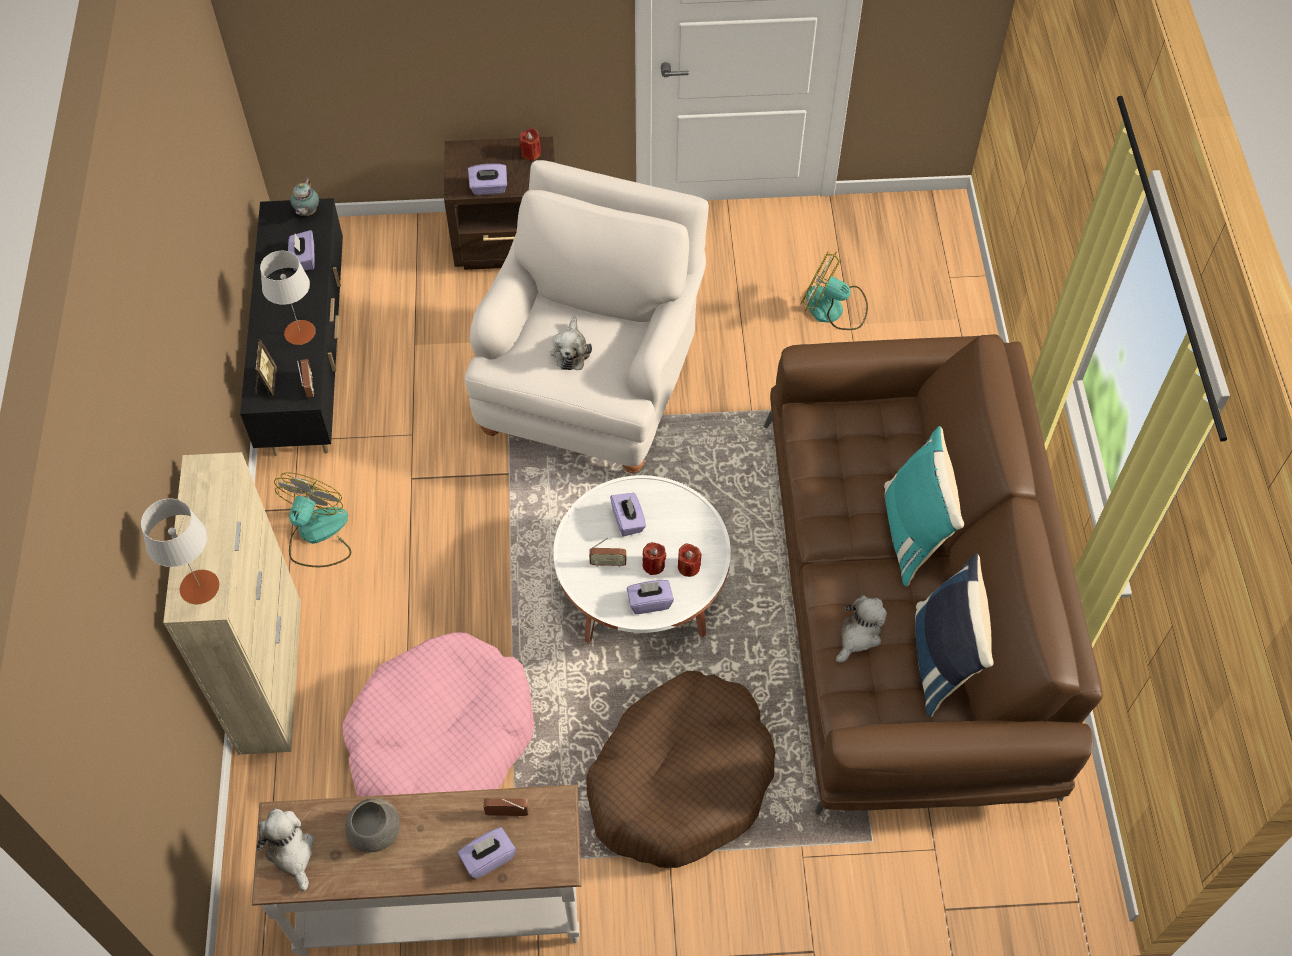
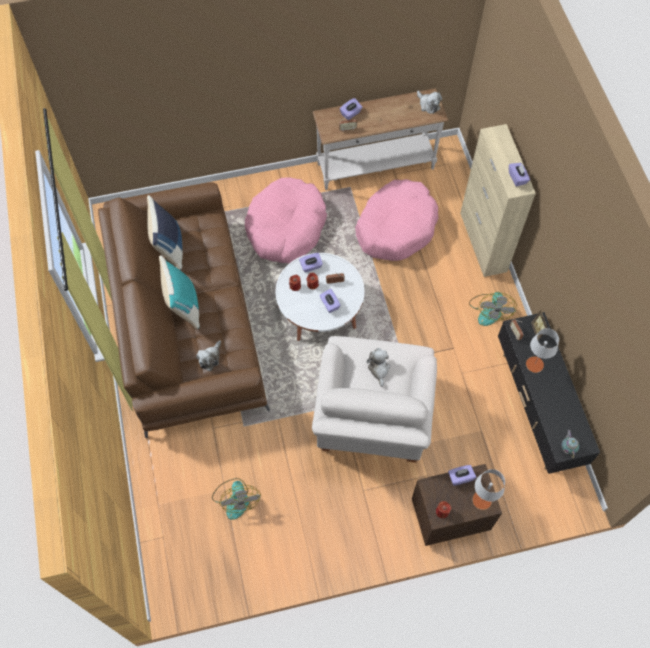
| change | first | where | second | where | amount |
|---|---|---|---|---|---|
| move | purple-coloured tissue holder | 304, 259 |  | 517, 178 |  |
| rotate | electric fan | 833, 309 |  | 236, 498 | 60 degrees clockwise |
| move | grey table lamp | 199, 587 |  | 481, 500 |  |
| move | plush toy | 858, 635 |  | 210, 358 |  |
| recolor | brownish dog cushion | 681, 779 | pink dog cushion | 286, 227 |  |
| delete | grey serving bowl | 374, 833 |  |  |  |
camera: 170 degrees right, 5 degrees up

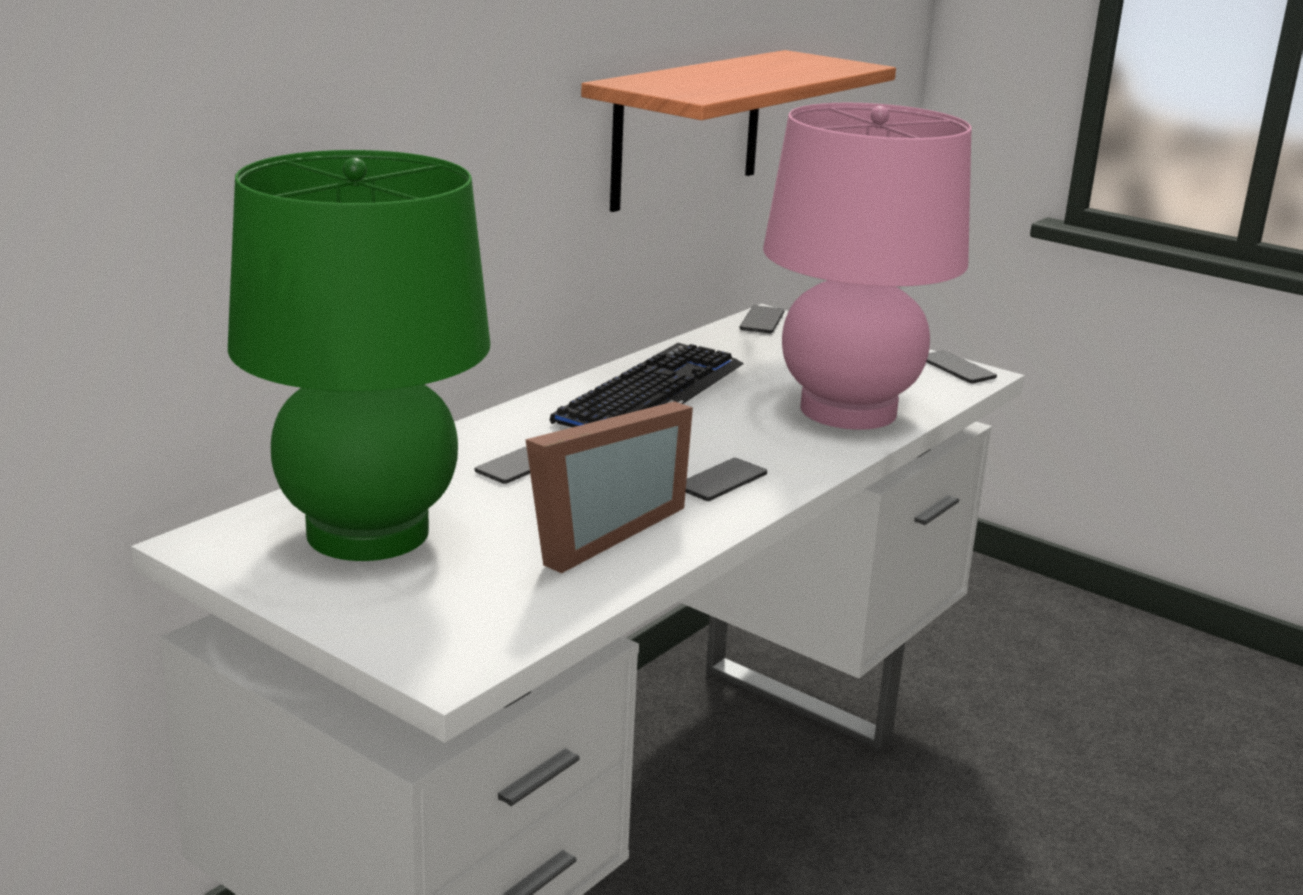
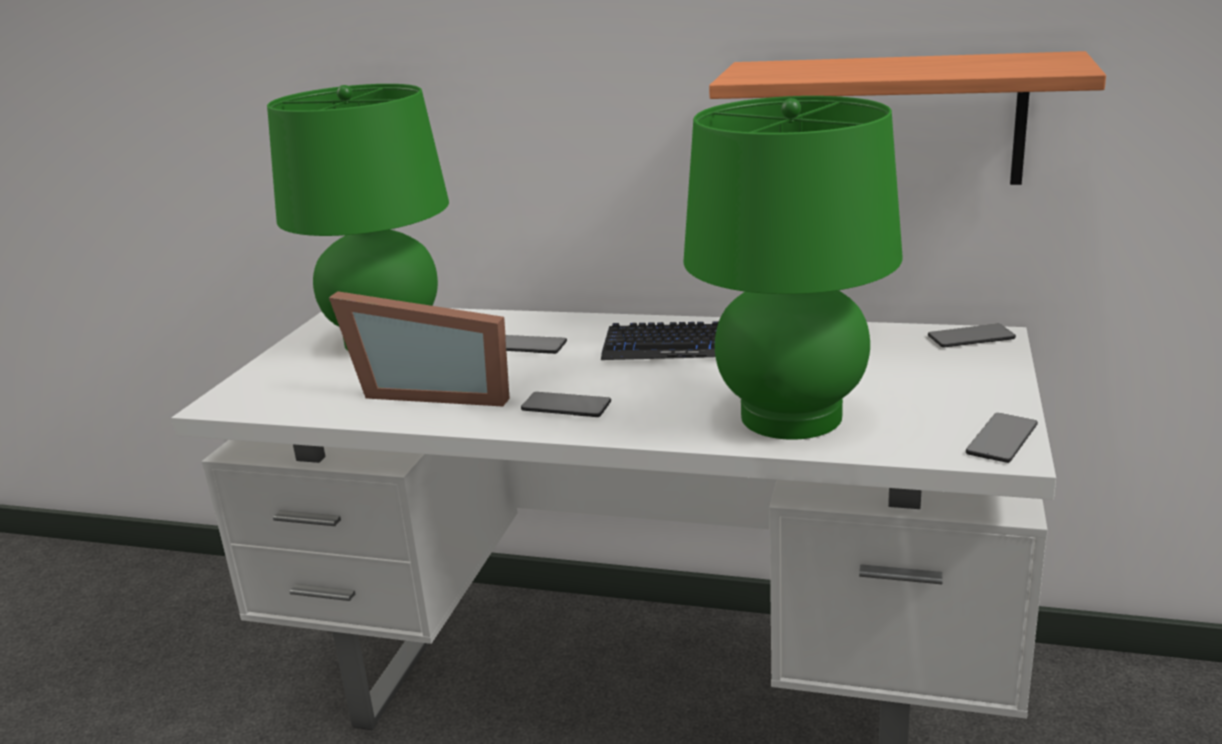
| change | first | where | second | where | amount |
|---|---|---|---|---|---|
| recolor | pink table lamp | 848, 411 | greenish table lamp | 791, 416 |  |
camera: 70 degrees right, 0 degrees up

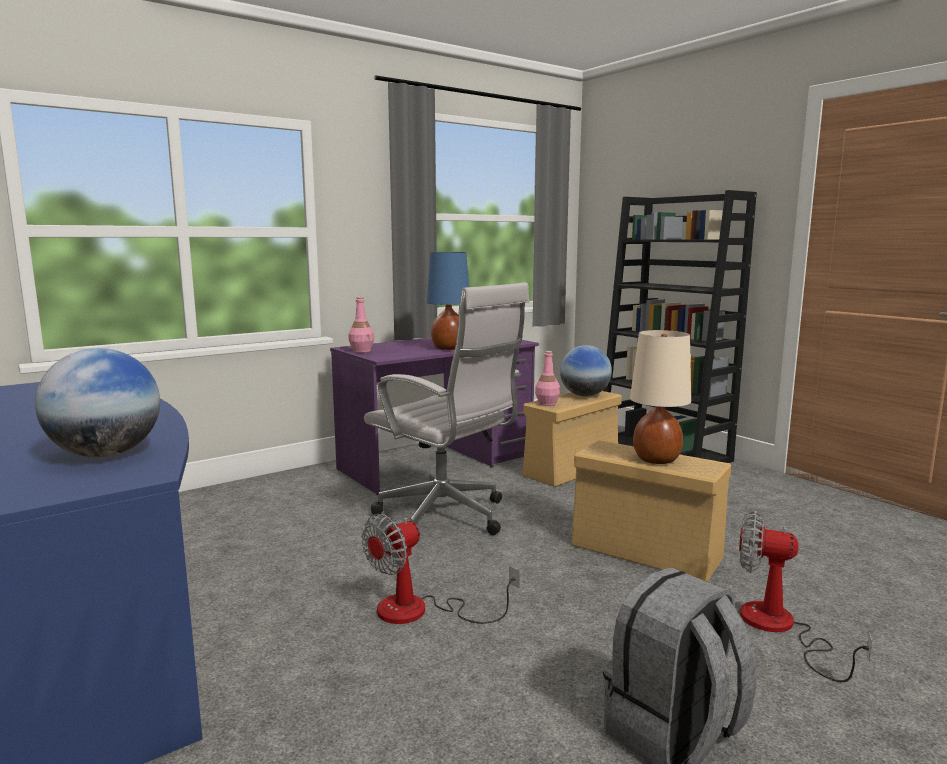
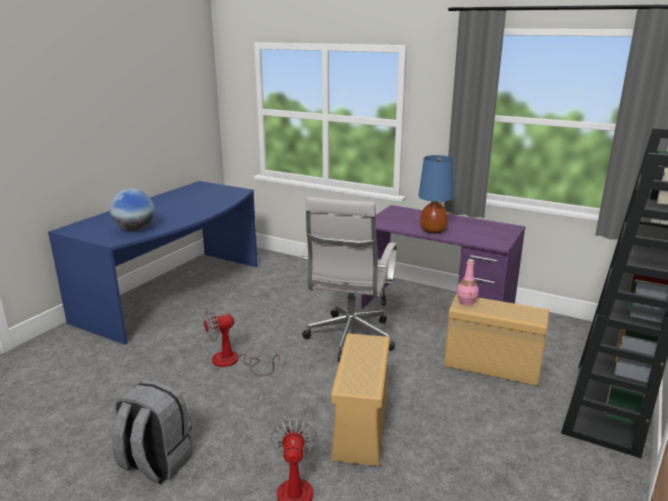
| change | first | where | second | where | amount |
|---|---|---|---|---|---|
| delete | pink beverage bottle | 362, 351 |  |  |  |
| delete | sand-coloured table lamp | 657, 460 |  |  |  |
| delete | desk globe | 584, 395 |  |  |  |
| rotate | electric fan | 420, 611 |  | 233, 362 | 45 degrees counterclockwise |
camera: 65 degrees right, 10 degrees up

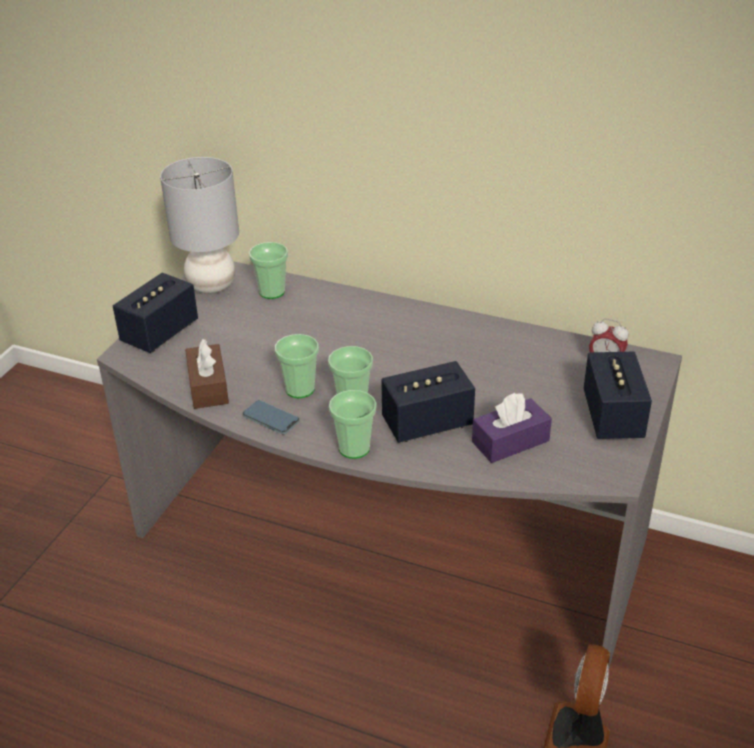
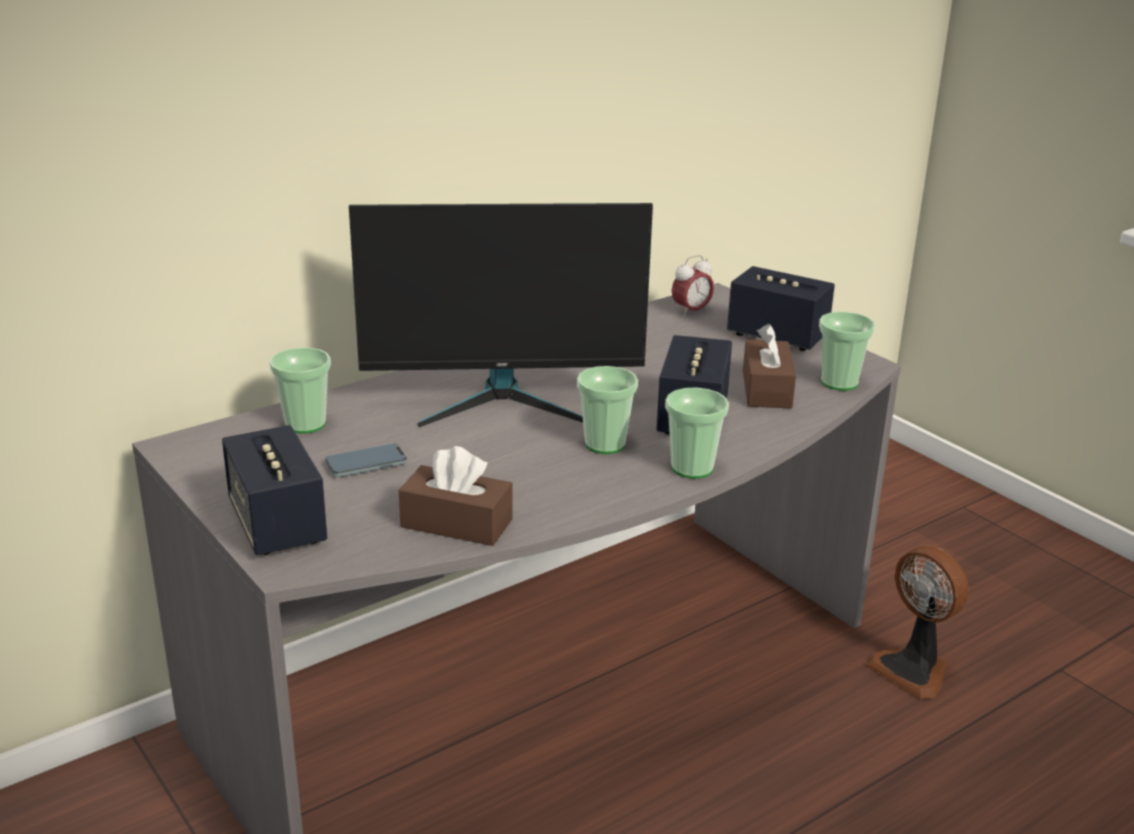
| change | first | where | second | where | amount |
|---|---|---|---|---|---|
| delete | grey table lamp | 210, 285 |  |  |  |
| move | cup | 300, 389 |  | 839, 382 |  |
| recolor | purple-coloured tissue holder | 510, 441 | brownish tissue holder | 766, 389 |  |
| move | telephone | 271, 419 |  | 366, 464 |  |
| insert |  |  | computer screen | 503, 401 |  |
camera: 60 degrees left, 10 degrees down

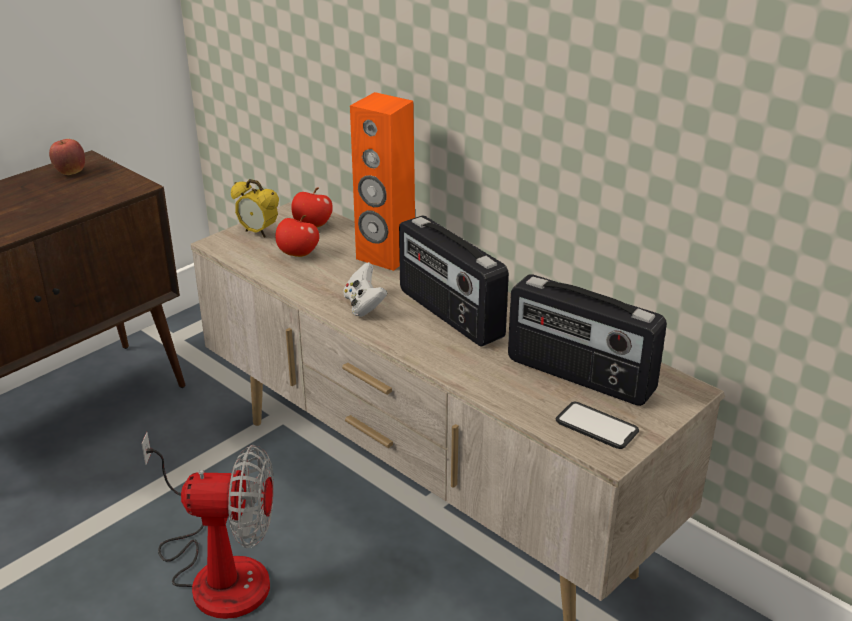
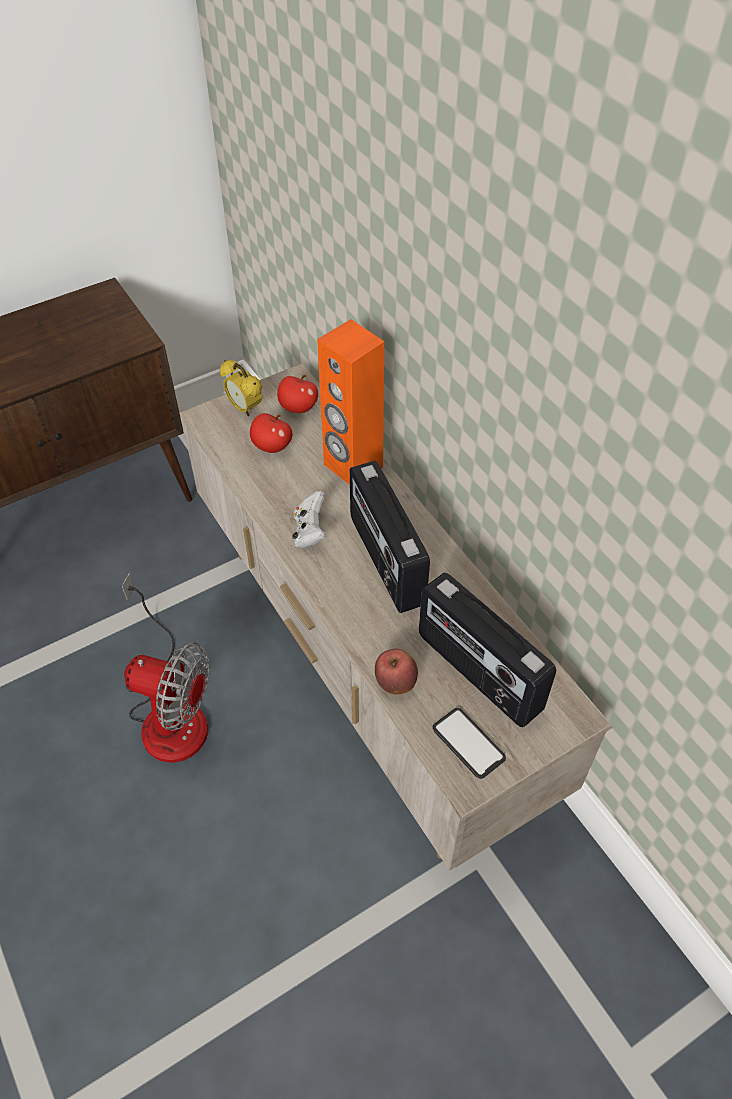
| change | first | where | second | where | amount |
|---|---|---|---|---|---|
| move | apple | 70, 173 |  | 395, 683 |  |
camera: 15 degrees right, 20 degrees up

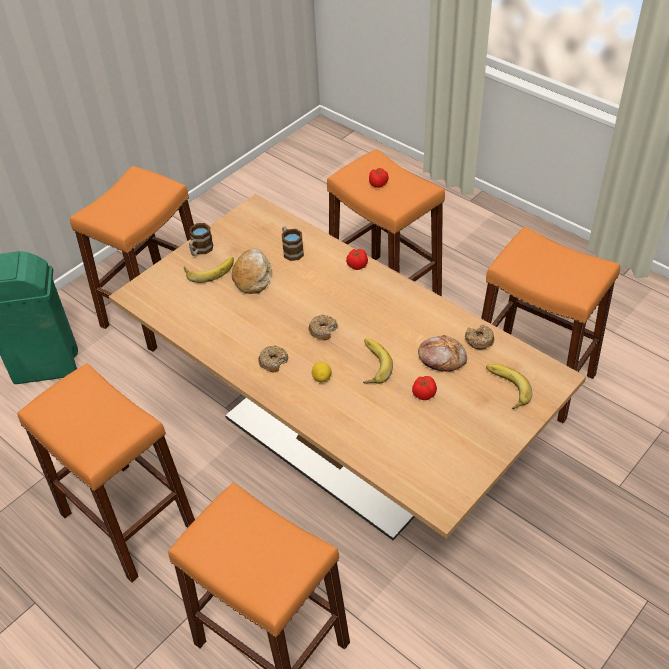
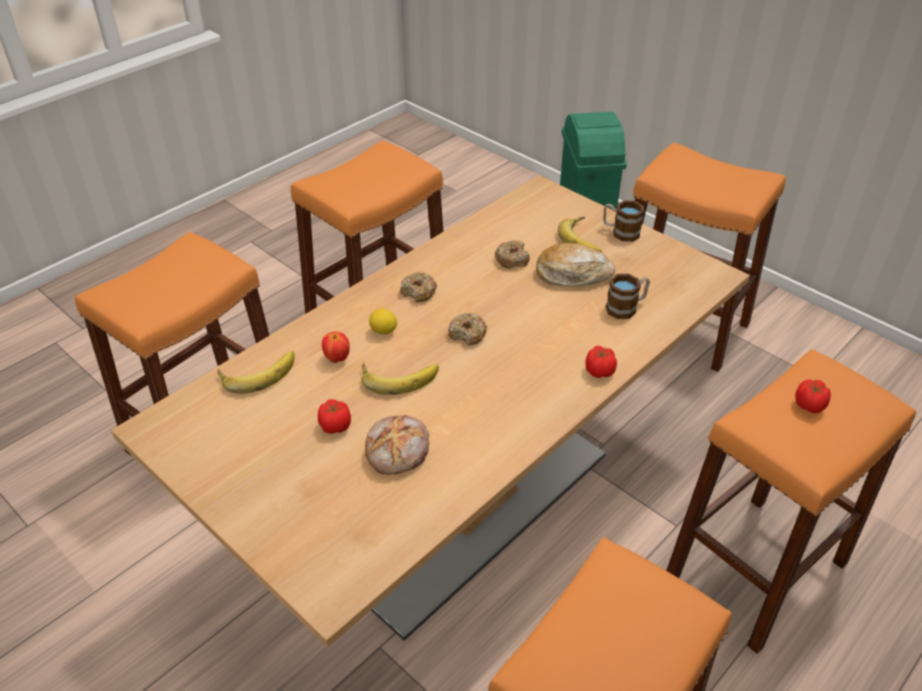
| change | first | where | second | where | amount |
|---|---|---|---|---|---|
| move | donut | 479, 340 |  | 512, 259 |  |
| move | whole banana | 505, 388 |  | 258, 373 |  |
| insert |  |  | apple | 337, 358 |  |
camera: 90 degrees right, 5 degrees down

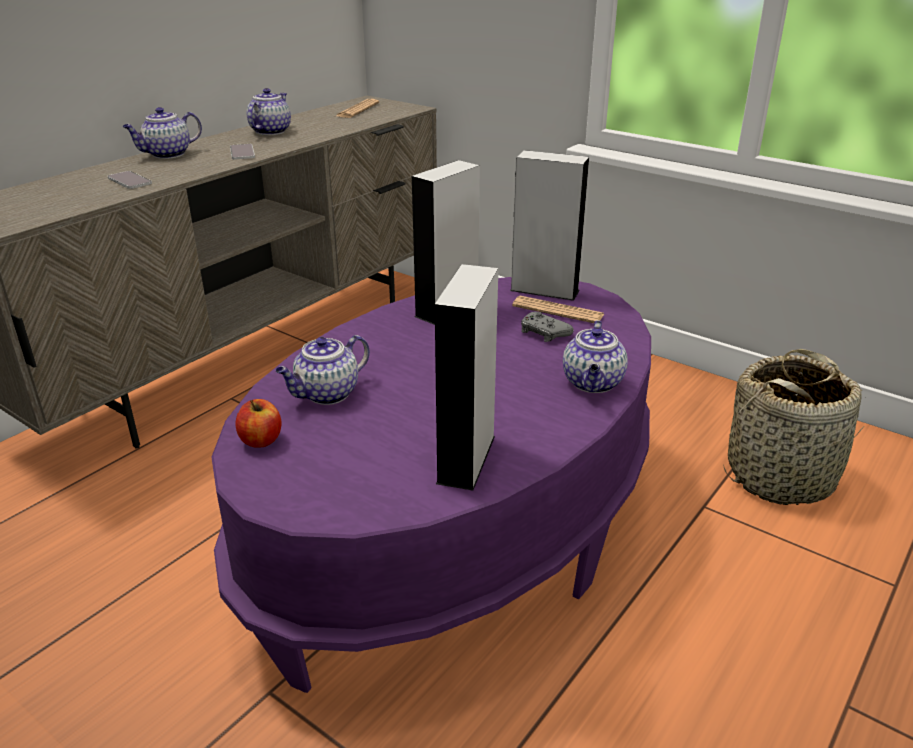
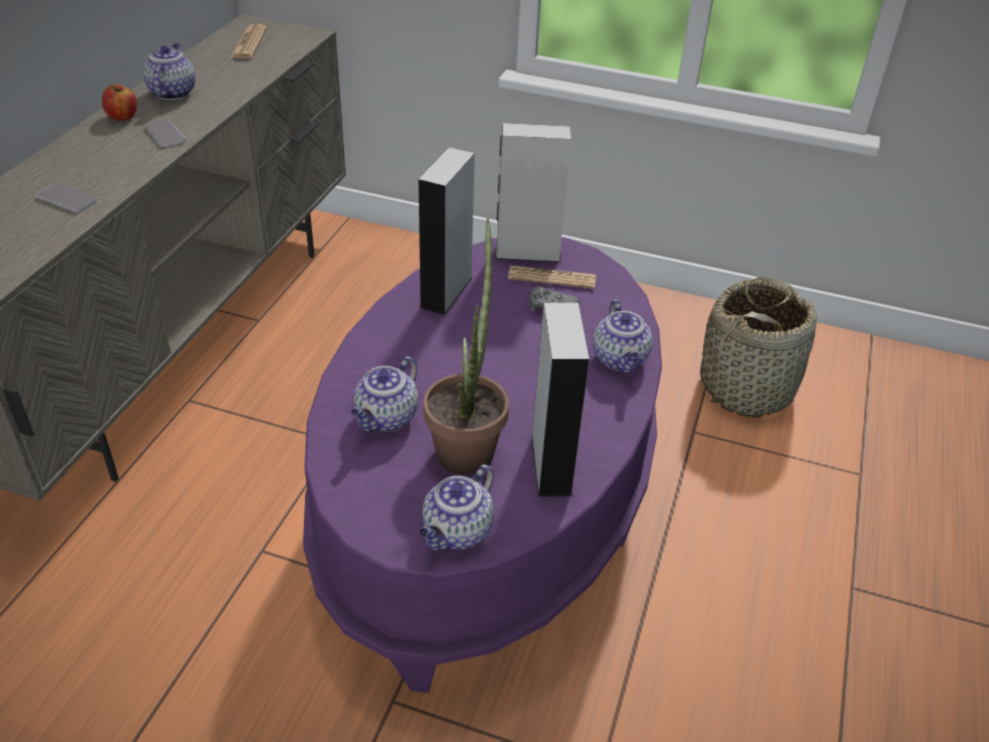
| change | first | where | second | where | amount |
|---|---|---|---|---|---|
| move | tea pot | 167, 154 |  | 457, 533 |  |
| move | apple | 261, 440 |  | 122, 117 |  |
| insert |  |  | potted plant | 467, 444 |  |
camera: 20 degrees left, 10 degrees up

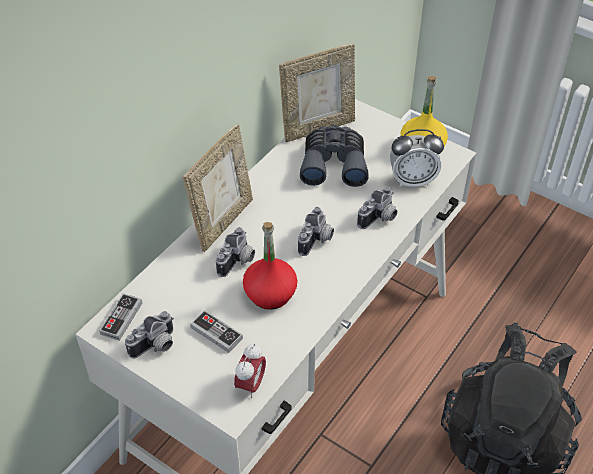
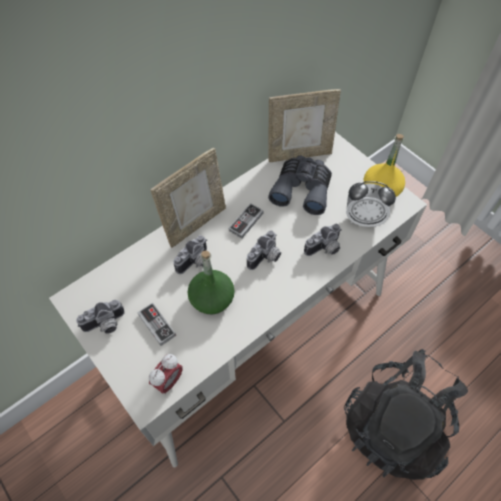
| change | first | where | second | where | amount |
|---|---|---|---|---|---|
| recolor | reddish beverage bottle | 270, 293 | greenish beverage bottle | 212, 298 |  |
| move | gamepad | 121, 318 |  | 246, 222 |  |
camera: 15 degrees right, 10 degrees up

